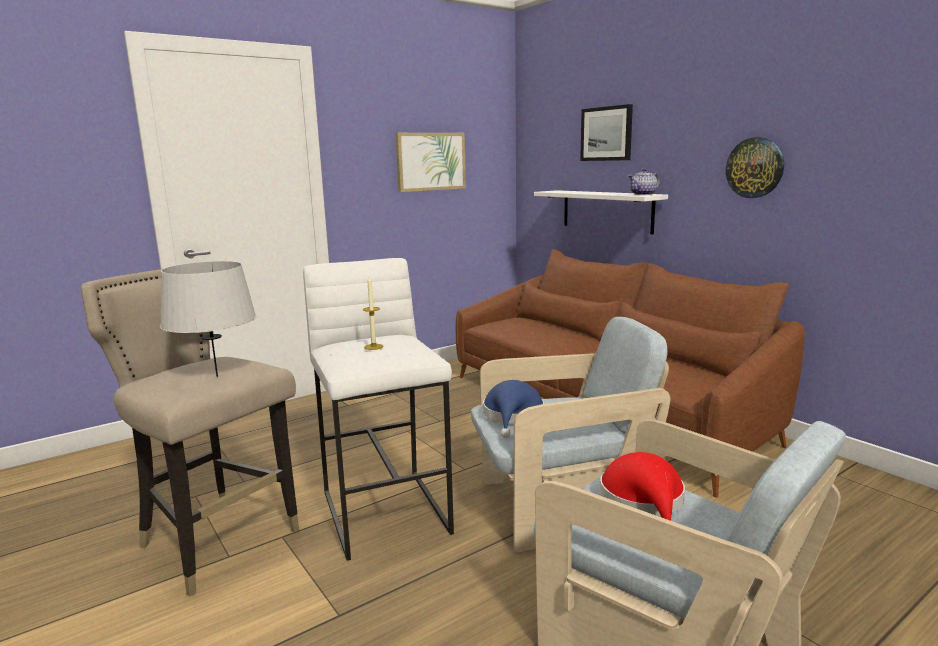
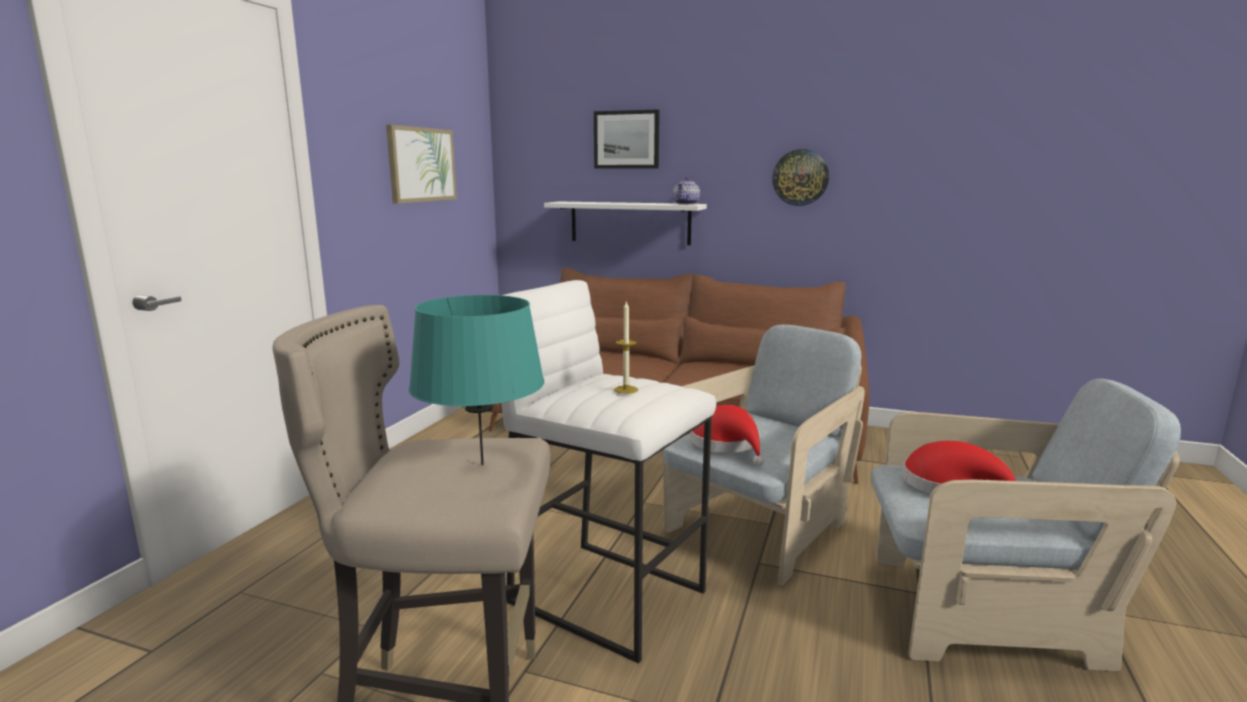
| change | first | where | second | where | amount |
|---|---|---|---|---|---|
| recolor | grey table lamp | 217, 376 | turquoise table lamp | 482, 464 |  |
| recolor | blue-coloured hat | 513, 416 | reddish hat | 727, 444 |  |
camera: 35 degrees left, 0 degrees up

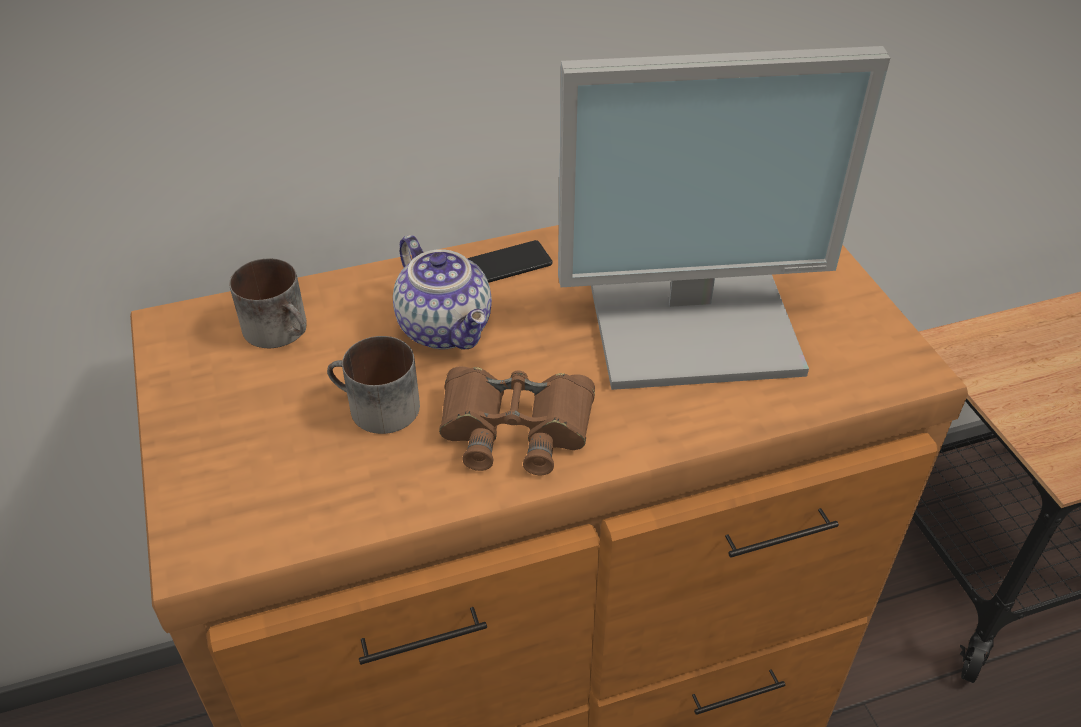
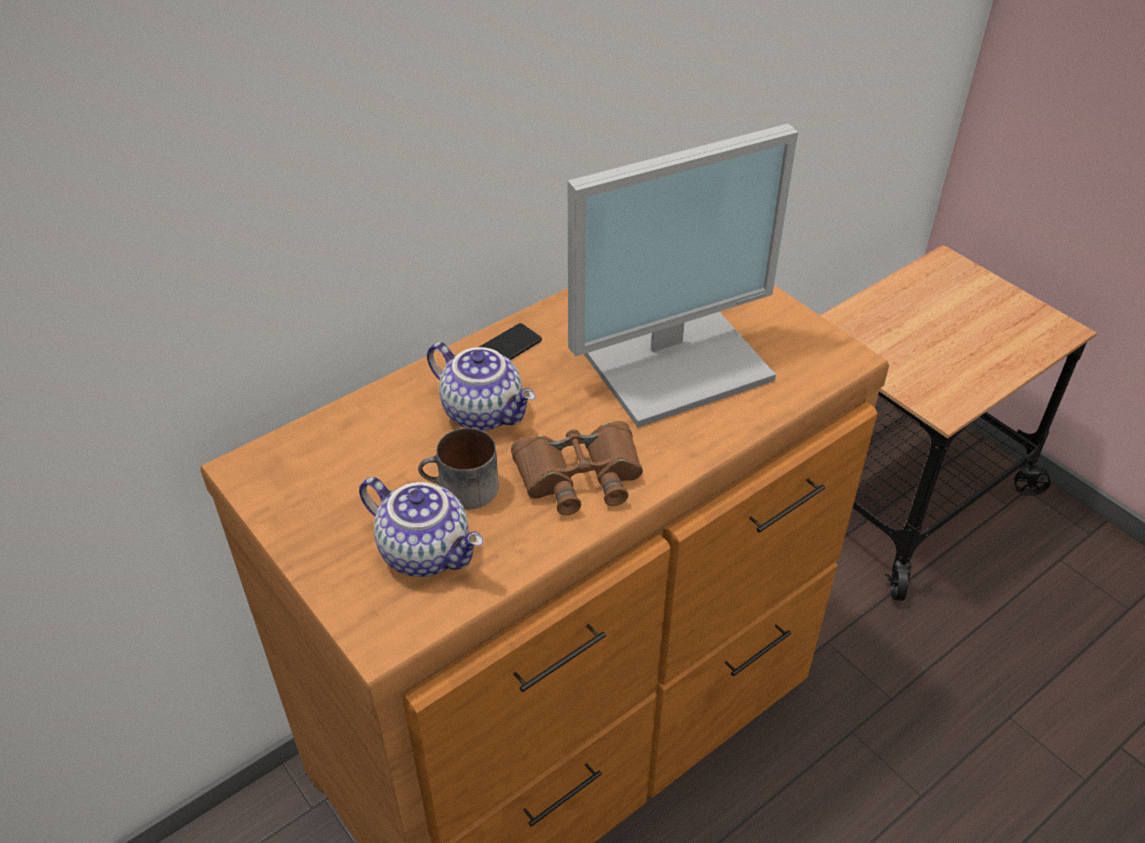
| change | first | where | second | where | amount |
|---|---|---|---|---|---|
| delete | mug | 283, 329 |  |  |  |
| insert |  |  | tea pot | 427, 551 |  |
camera: 20 degrees left, 0 degrees up

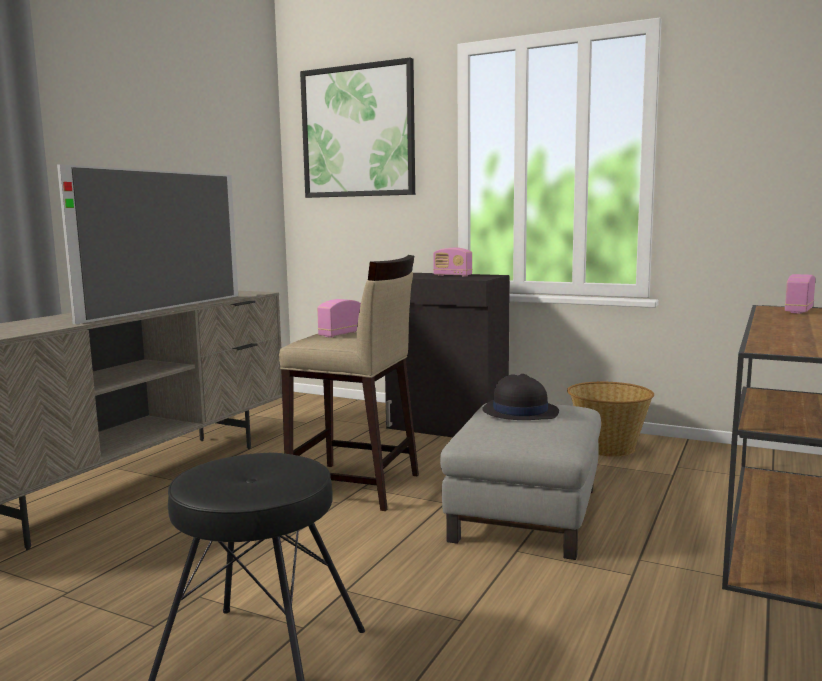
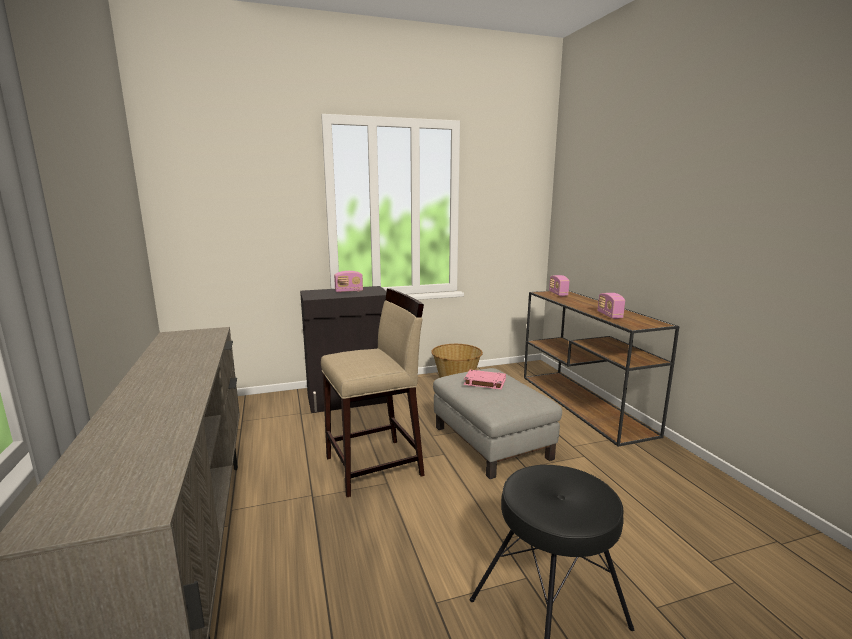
| change | first | where | second | where | amount |
|---|---|---|---|---|---|
| delete | wall art | 358, 131 |  |  |  |
| delete | TV | 167, 308 |  |  |  |
| move | radio | 340, 334 |  | 609, 315 |  |
| replace | black-coloured hat | 519, 411 | pink bound book | 484, 382 |  |
camera: 45 degrees left, 5 degrees up

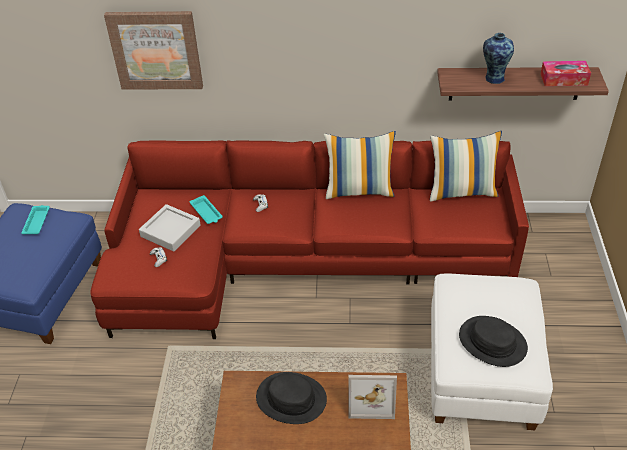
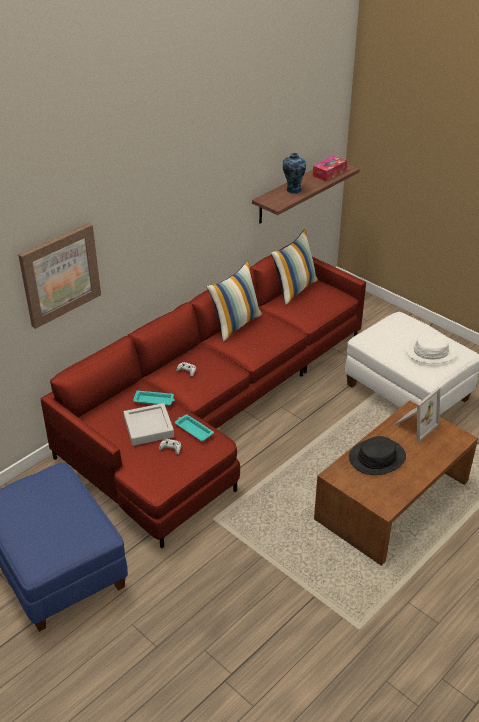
| change | first | where | second | where | amount |
|---|---|---|---|---|---|
| move | turquoise tray | 37, 221 |  | 193, 429 |  |
| recolor | black-coloured hat | 492, 342 | whitish hat | 431, 351 |  |
camera: 50 degrees left, 5 degrees down

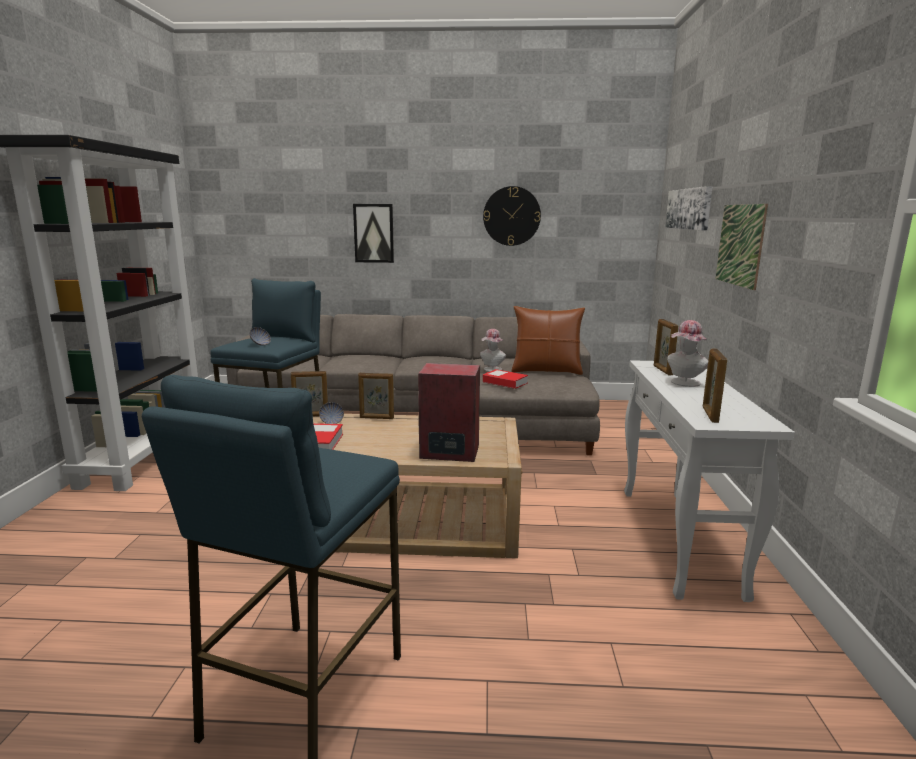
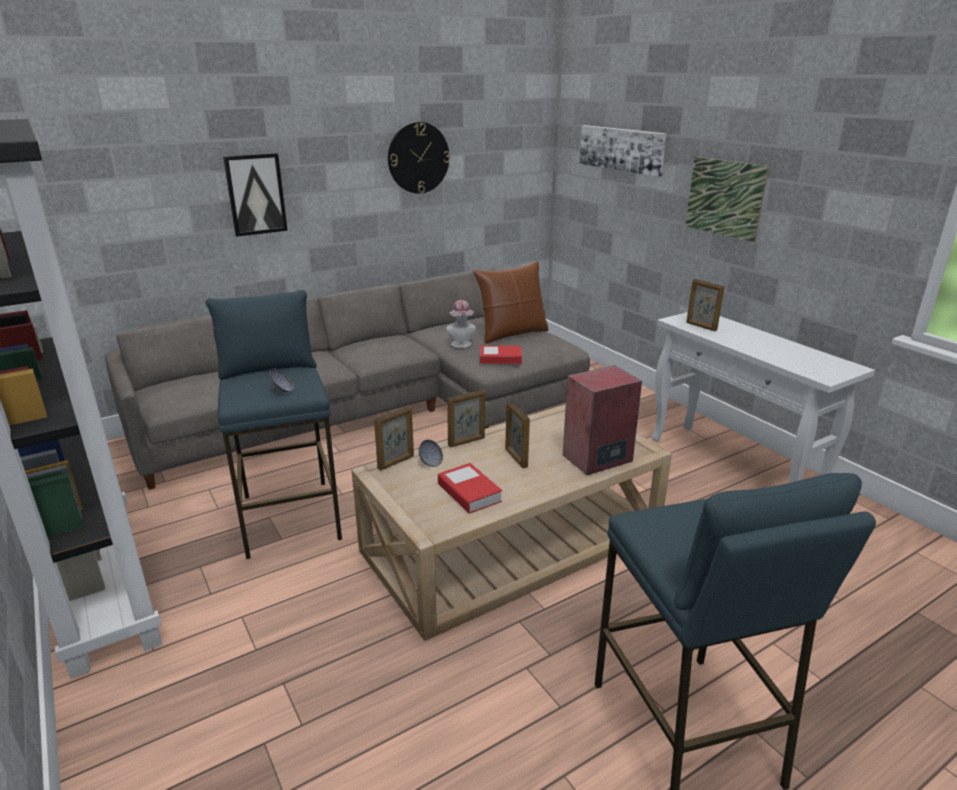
| change | first | where | second | where | amount |
|---|---|---|---|---|---|
| delete | hat | 684, 383 |  |  |  |
| move | picture frame | 710, 415 |  | 516, 458 |  |
camera: 35 degrees left, 10 degrees up

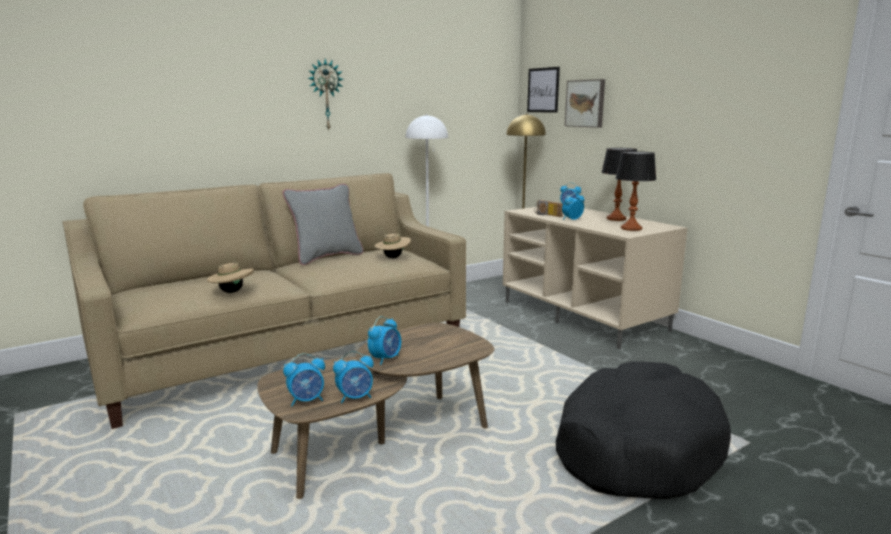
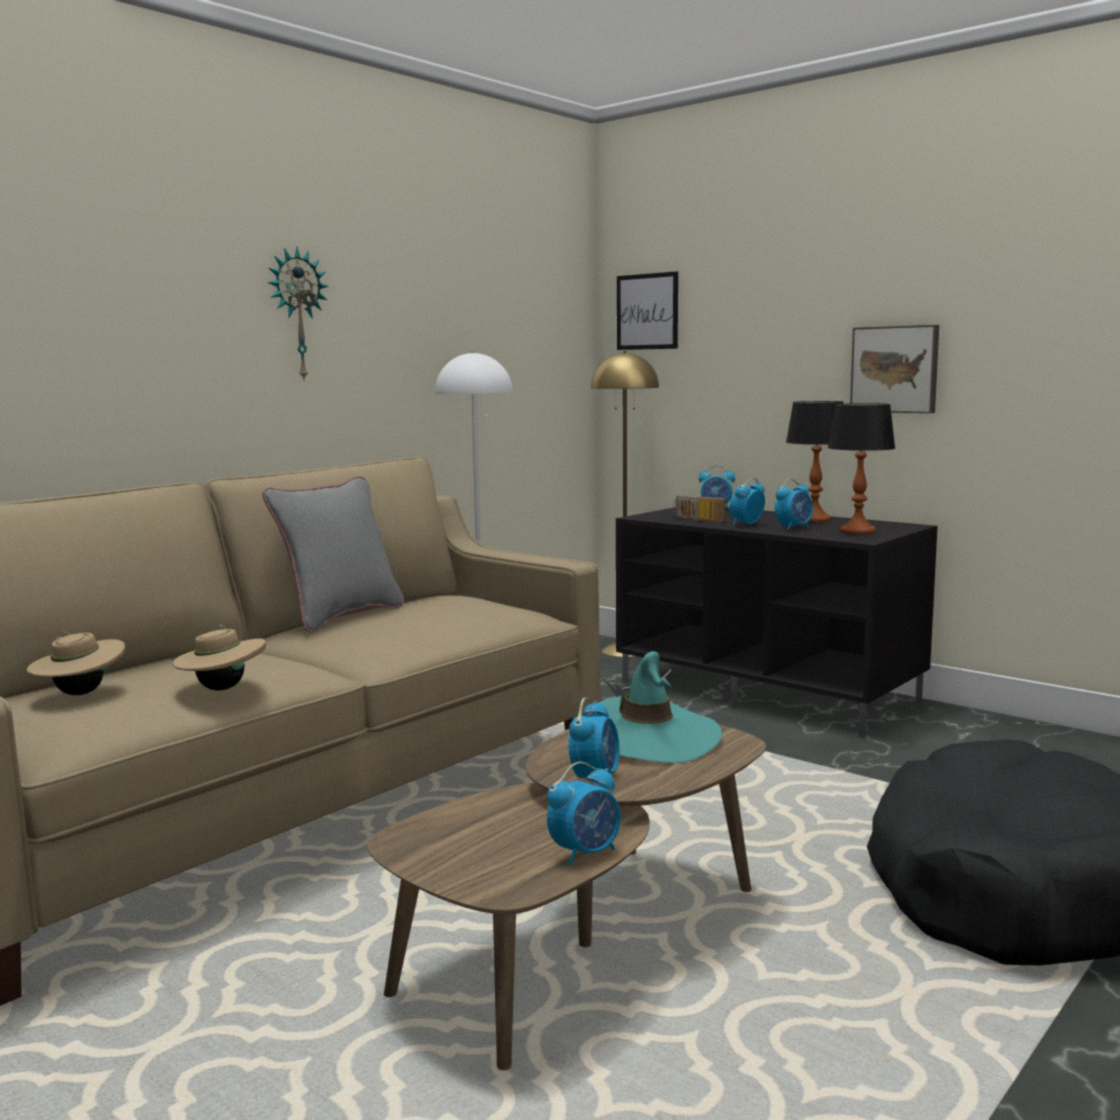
| change | first | where | second | where | amount |
|---|---|---|---|---|---|
| move | wall art | 586, 103 |  | 895, 369 |  |
| recolor | sand-coloured tv stand | 584, 315 | black-coloured tv stand | 770, 691 |  |
| move | sand-coloured hat | 392, 257 |  | 79, 693 |  |
| move | bedside clock | 307, 400 |  | 794, 528 |  |
| insert |  |  | turquoise hat | 649, 739 |  |
camera: 15 degrees left, 5 degrees down

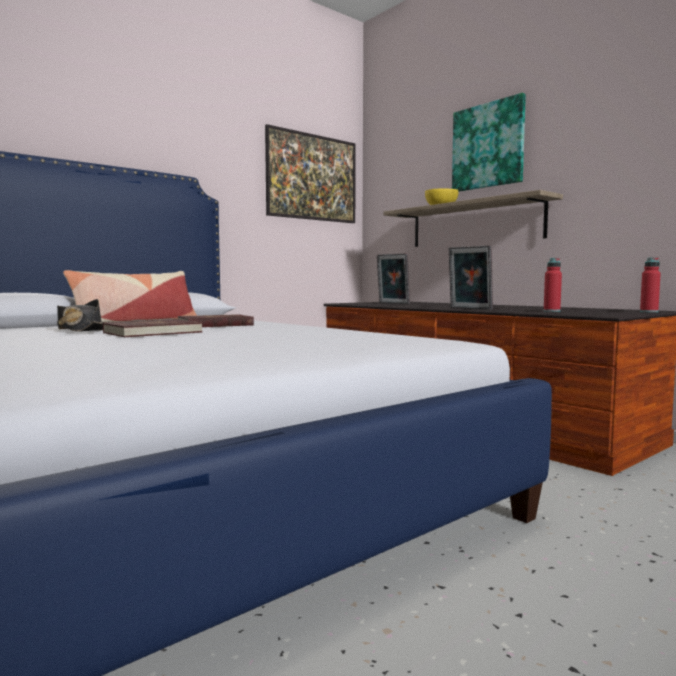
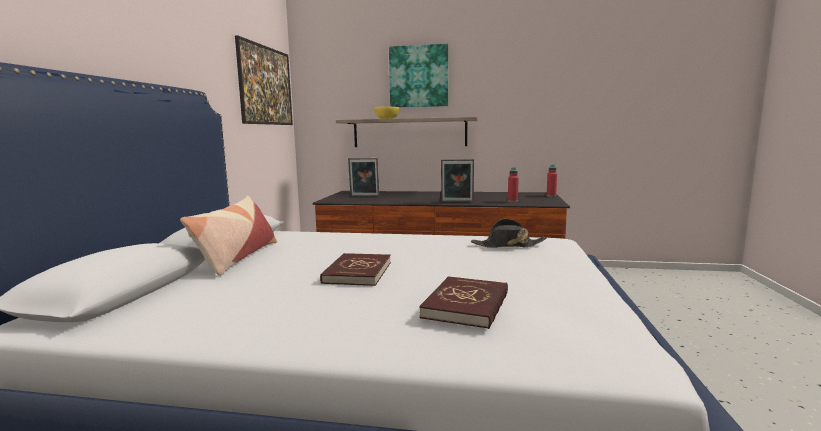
| change | first | where | second | where | amount |
|---|---|---|---|---|---|
| move | black-coloured hat | 80, 330 |  | 508, 245 |  |
| move | reddish bound book | 215, 325 |  | 467, 305 |  |
camera: 40 degrees left, 5 degrees up

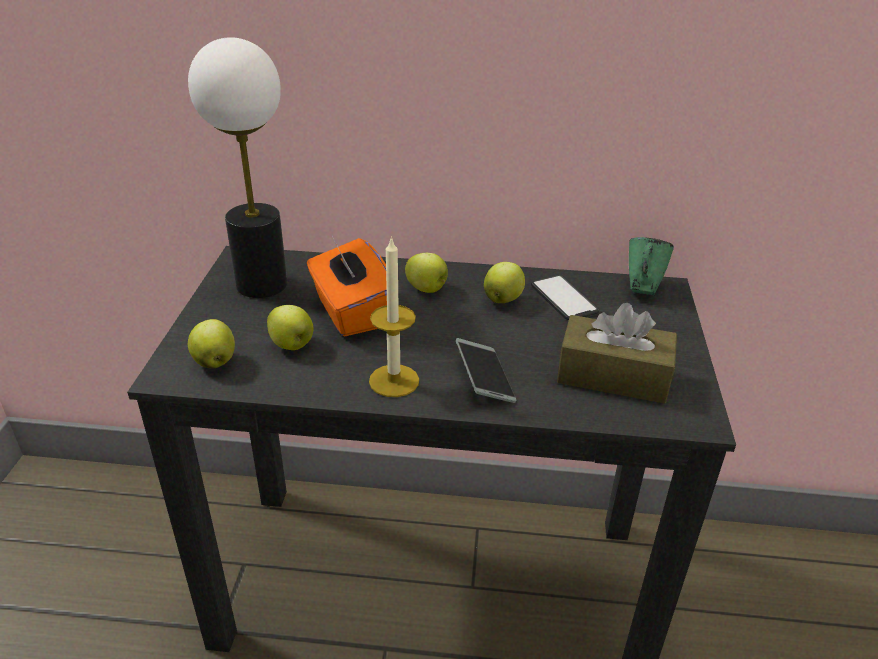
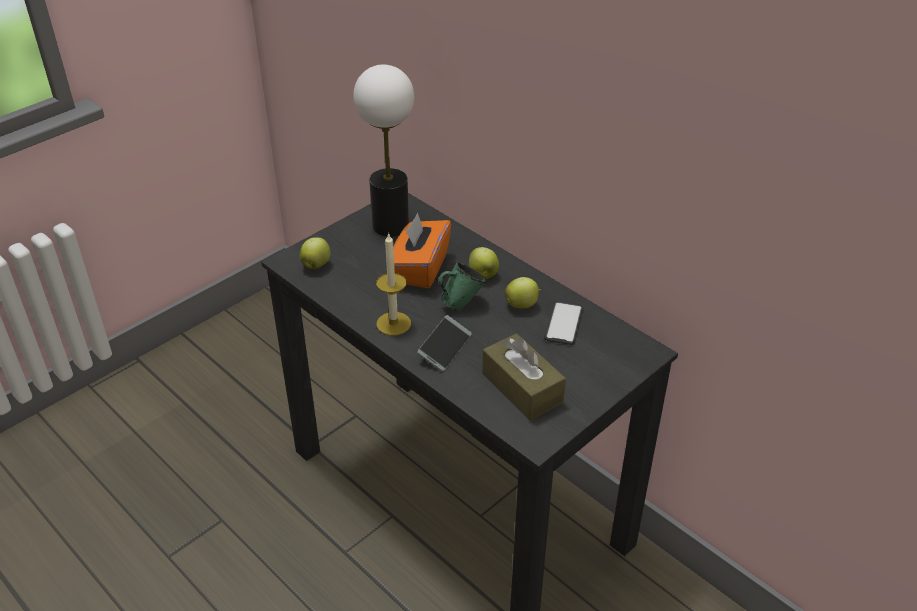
| change | first | where | second | where | amount |
|---|---|---|---|---|---|
| move | greenish mug | 642, 289 |  | 461, 304 |  |
| delete | apple | 292, 345 |  |  |  |
camera: 40 degrees right, 5 degrees up

